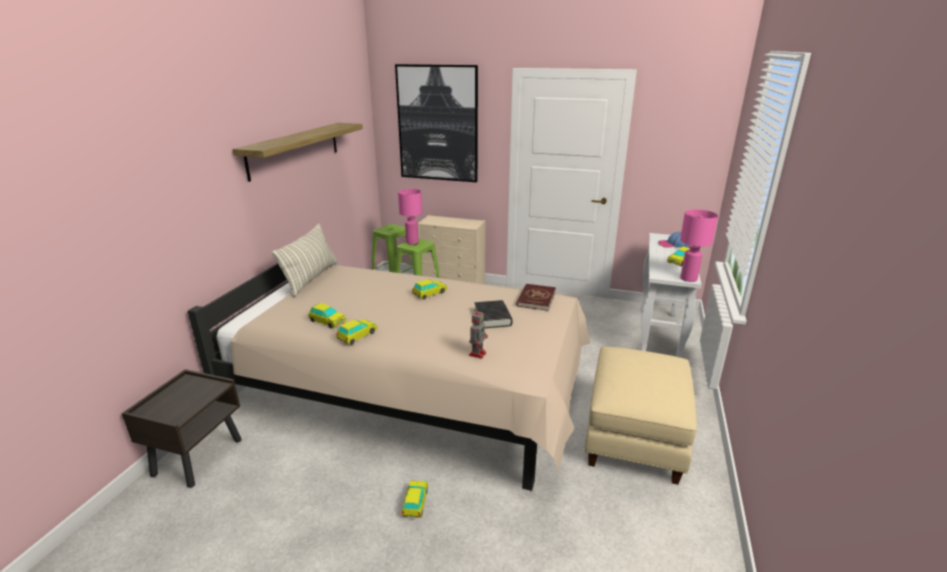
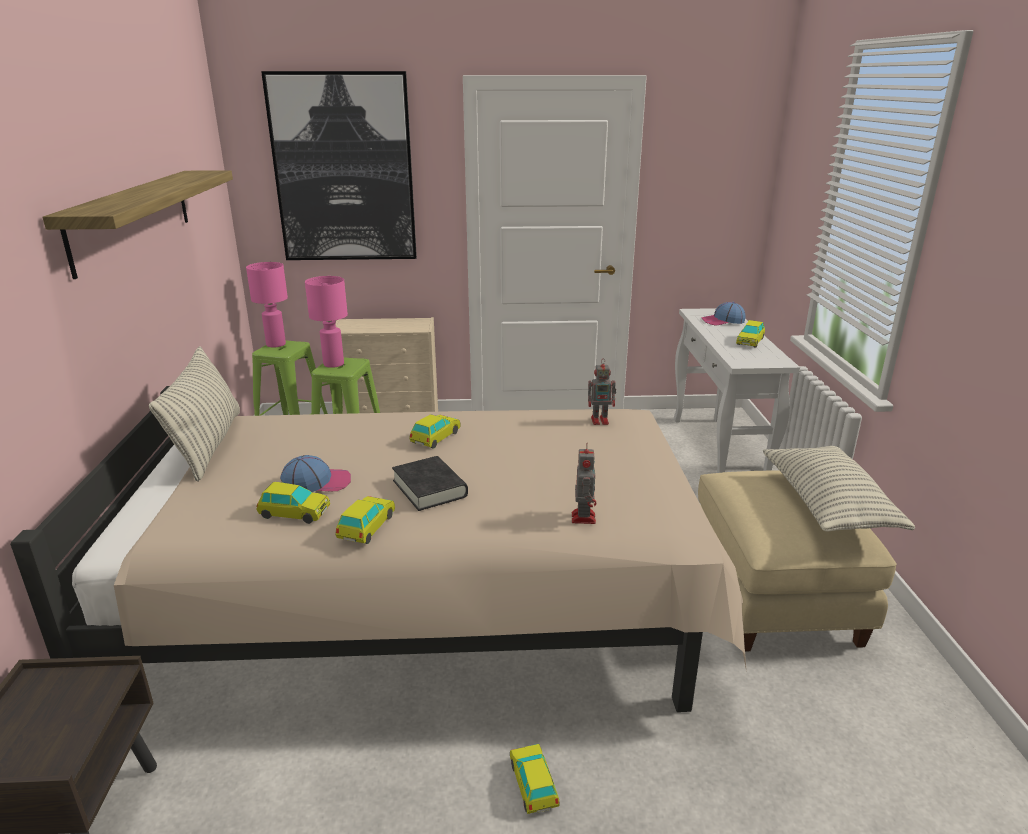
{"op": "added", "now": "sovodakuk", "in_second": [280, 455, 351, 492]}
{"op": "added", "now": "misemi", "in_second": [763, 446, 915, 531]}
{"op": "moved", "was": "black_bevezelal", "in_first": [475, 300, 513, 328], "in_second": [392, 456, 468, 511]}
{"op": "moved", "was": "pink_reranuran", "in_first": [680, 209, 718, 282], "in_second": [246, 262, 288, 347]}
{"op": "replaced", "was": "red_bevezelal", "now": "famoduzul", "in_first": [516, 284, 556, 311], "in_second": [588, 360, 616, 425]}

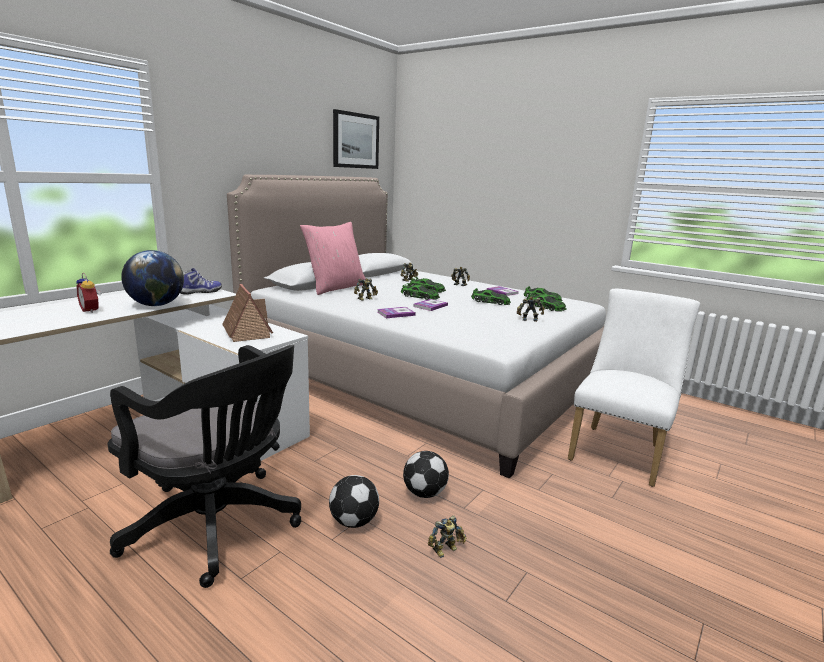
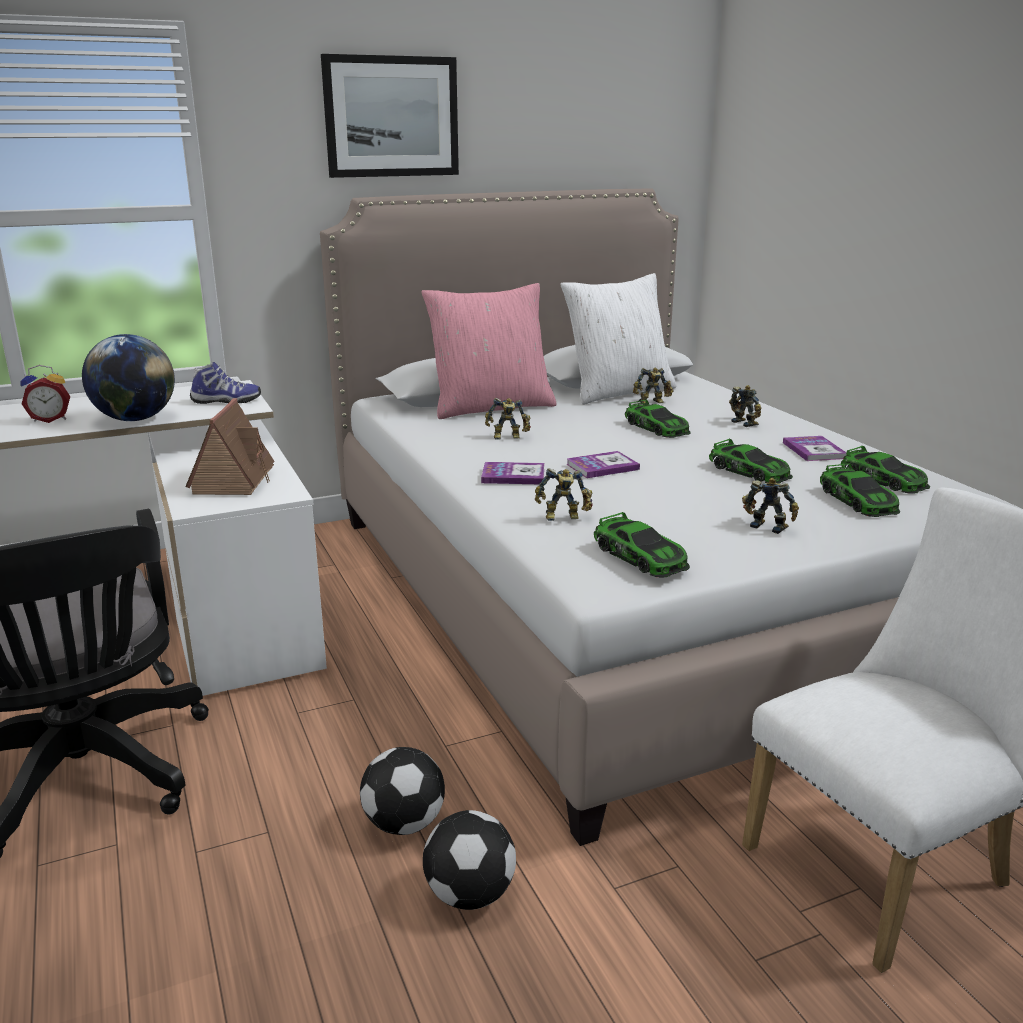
{"op": "added", "now": "white_misemi", "in_second": [560, 273, 676, 405]}
{"op": "moved", "was": "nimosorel", "in_first": [329, 475, 379, 528], "in_second": [423, 810, 516, 910]}
{"op": "moved", "was": "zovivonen", "in_first": [333, 109, 379, 169], "in_second": [321, 54, 459, 178]}
{"op": "moved", "was": "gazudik", "in_first": [401, 283, 440, 300], "in_second": [594, 512, 690, 577]}
{"op": "moved", "was": "famoduzul", "in_first": [428, 515, 467, 558], "in_second": [535, 468, 593, 521]}
{"op": "turned", "was": "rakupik", "in_first": [76, 273, 101, 313], "in_second": [20, 365, 70, 423], "clockwise": -90}

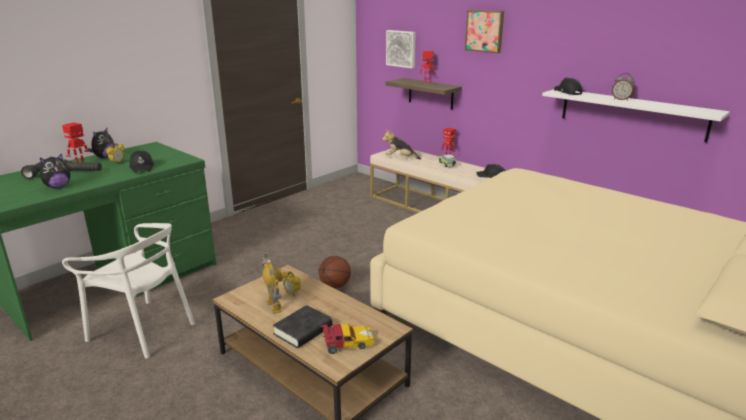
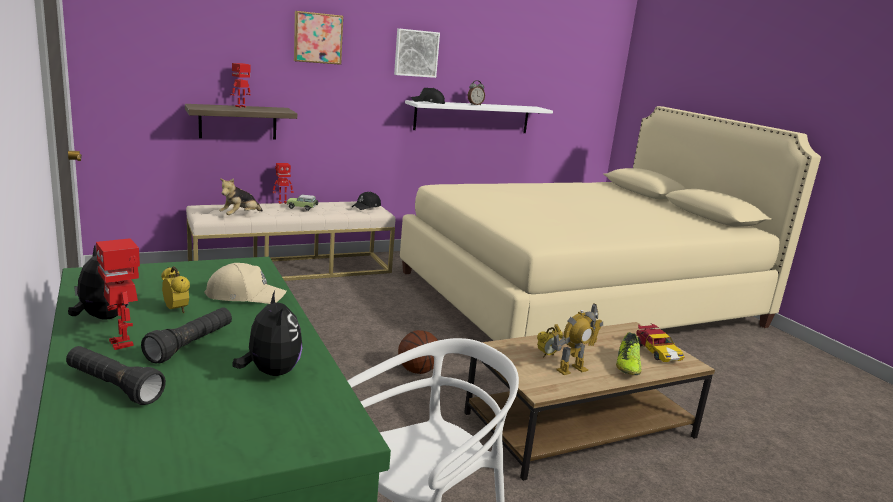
{"op": "moved", "was": "zovivonen", "in_first": [386, 30, 416, 68], "in_second": [394, 28, 440, 78]}
{"op": "replaced", "was": "black_bevezelal", "now": "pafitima", "in_first": [273, 305, 332, 348], "in_second": [616, 332, 641, 375]}
{"op": "recoloured", "was": "black_sovodakuk", "now": "beige_sovodakuk", "in_first": [130, 150, 154, 173], "in_second": [204, 263, 287, 304]}
{"op": "turned", "was": "famoduzul", "in_first": [262, 251, 282, 314], "in_second": [552, 303, 603, 375], "clockwise": 150}
{"op": "turned", "was": "gazudik", "in_first": [321, 324, 374, 354], "in_second": [636, 323, 684, 362], "clockwise": 150}

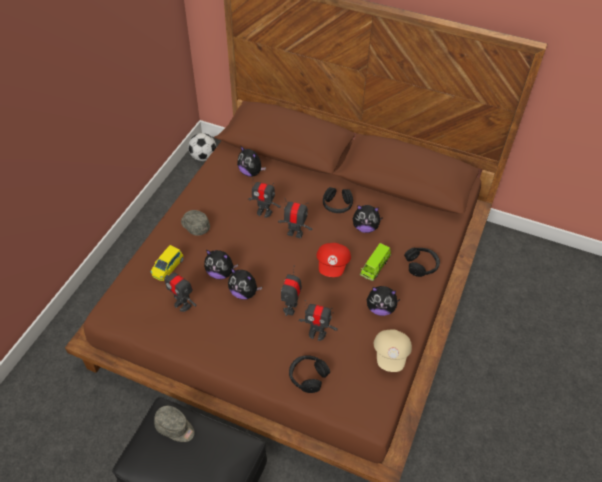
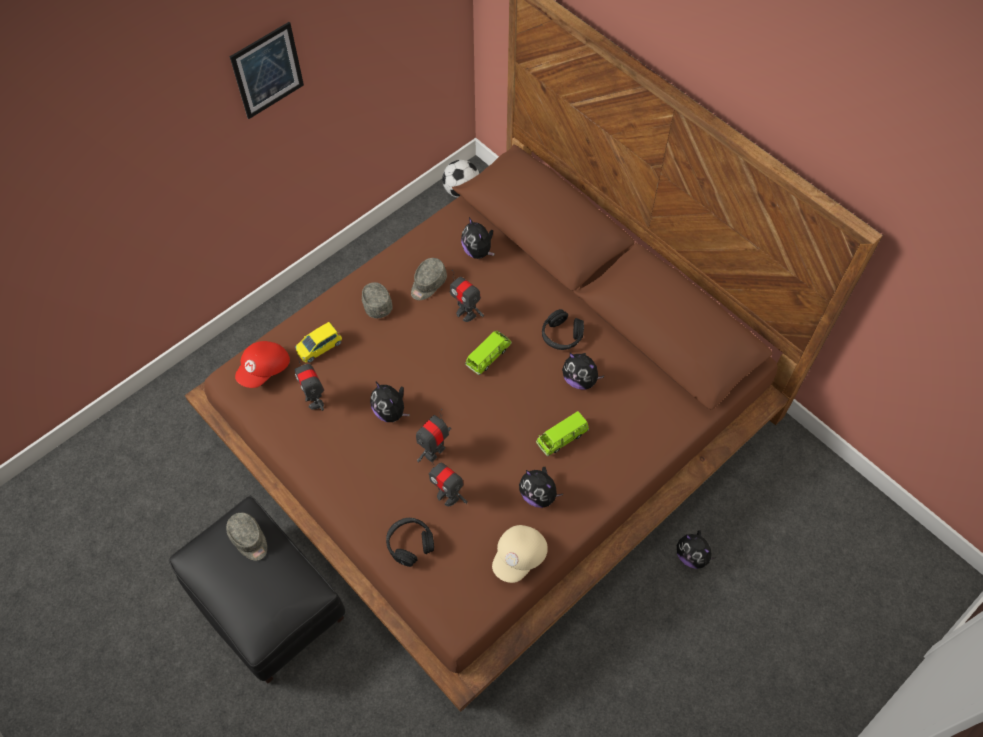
{"op": "removed", "was": "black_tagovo", "in_first": [404, 248, 440, 277]}
{"op": "added", "now": "zovivonen", "in_second": [230, 22, 304, 119]}
{"op": "added", "now": "grey_sovodakuk", "in_second": [411, 258, 447, 300]}
{"op": "moved", "was": "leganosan", "in_first": [204, 250, 238, 280], "in_second": [677, 531, 717, 569]}
{"op": "moved", "was": "red_sovodakuk", "in_first": [316, 243, 351, 277], "in_second": [235, 341, 290, 388]}
{"op": "replaced", "was": "famoduzul", "now": "green_gazudik", "in_first": [278, 198, 312, 238], "in_second": [465, 330, 512, 375]}

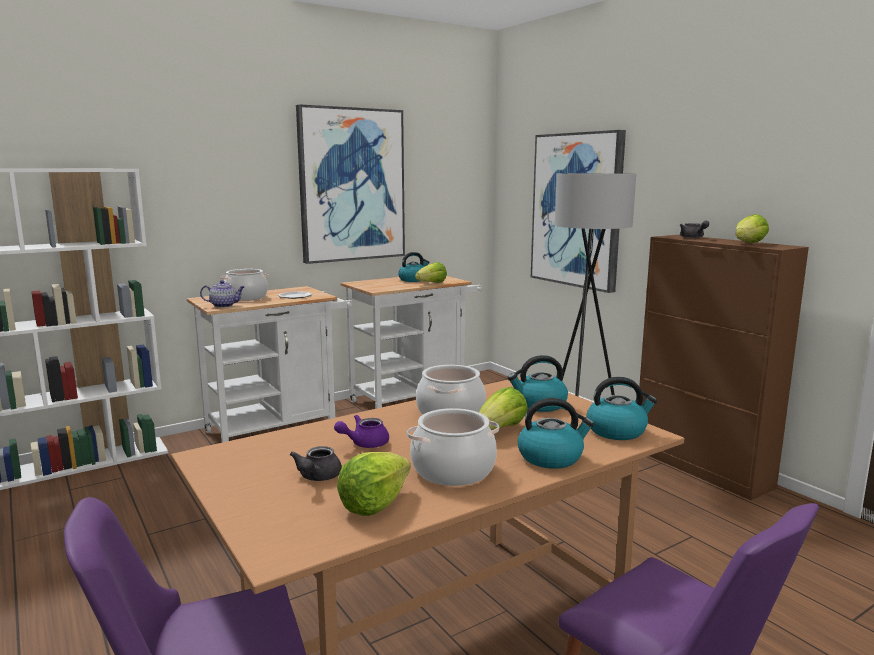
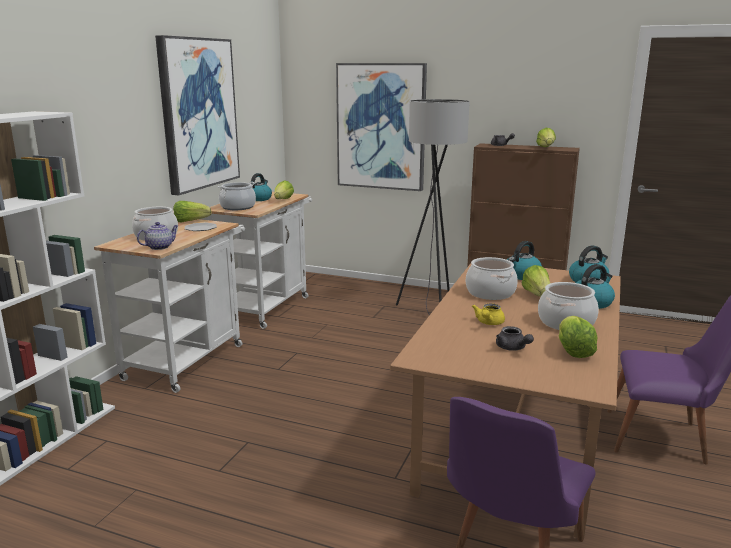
{"op": "added", "now": "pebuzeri", "in_second": [173, 201, 212, 223]}
{"op": "added", "now": "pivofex", "in_second": [217, 182, 256, 210]}
{"op": "recoloured", "was": "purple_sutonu", "now": "yellow_sutonu", "in_first": [334, 415, 389, 448], "in_second": [472, 303, 505, 325]}

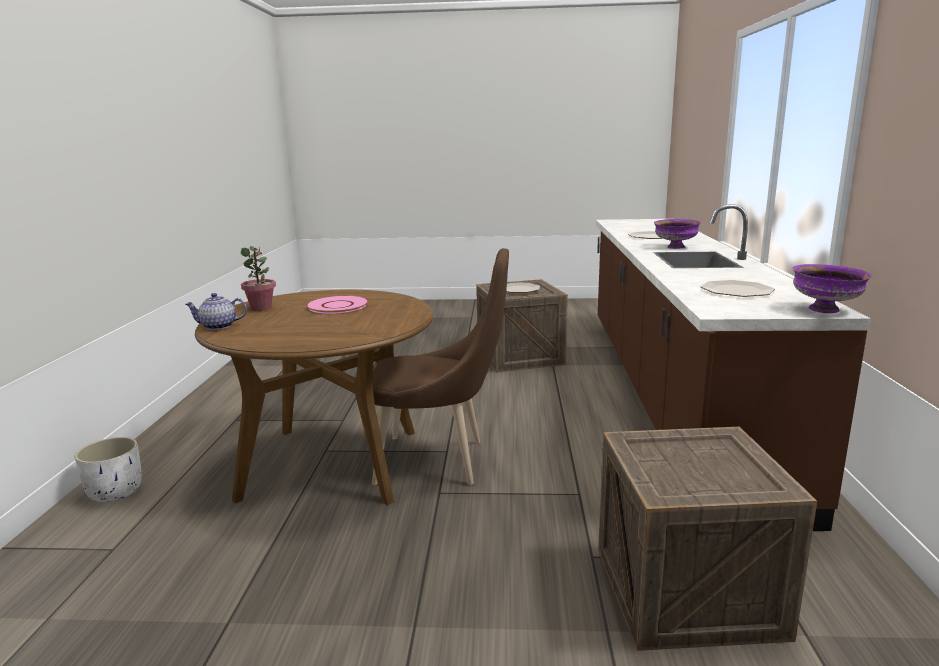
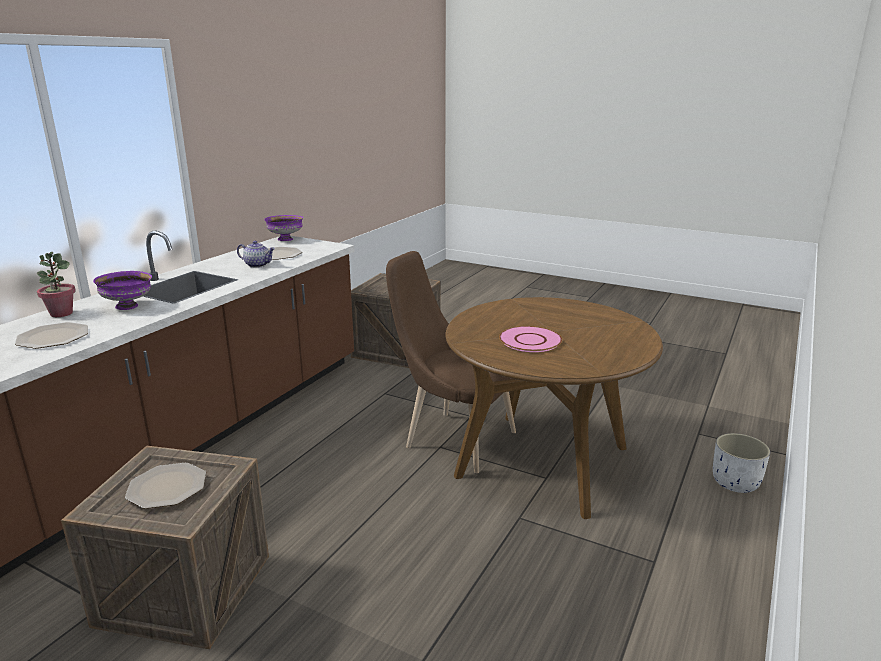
{"op": "moved", "was": "sutonu", "in_first": [185, 293, 247, 330], "in_second": [237, 241, 275, 268]}
{"op": "moved", "was": "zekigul", "in_first": [241, 246, 276, 311], "in_second": [37, 252, 76, 317]}

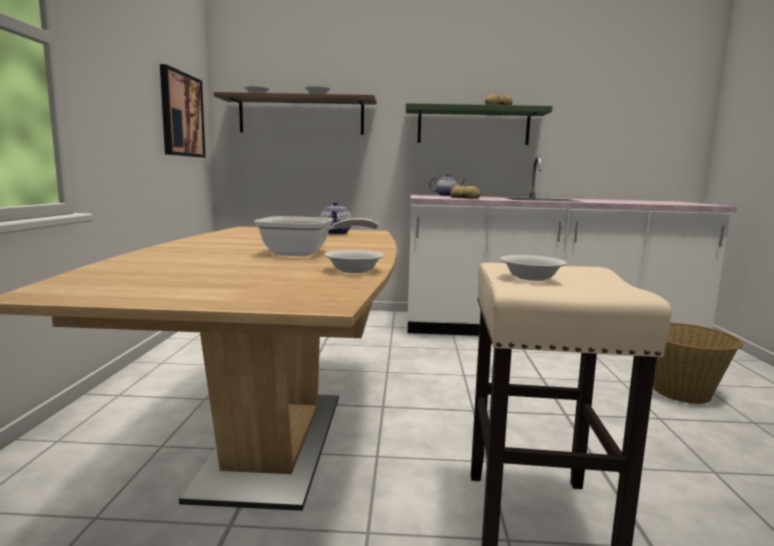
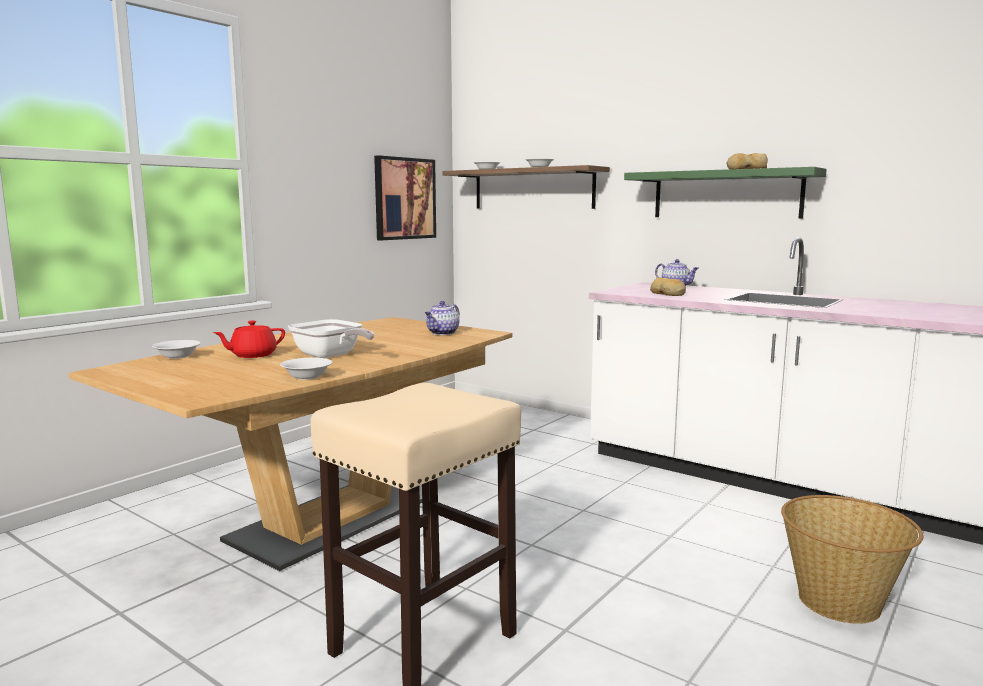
{"op": "added", "now": "red_sutonu", "in_second": [213, 321, 285, 358]}
{"op": "moved", "was": "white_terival", "in_first": [500, 255, 567, 281], "in_second": [152, 340, 201, 359]}

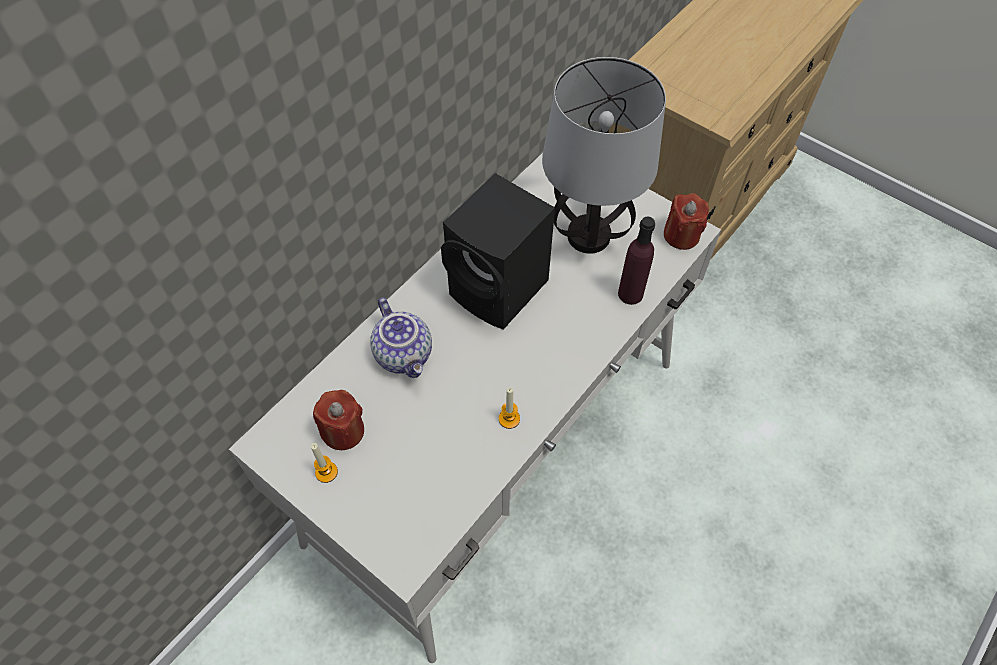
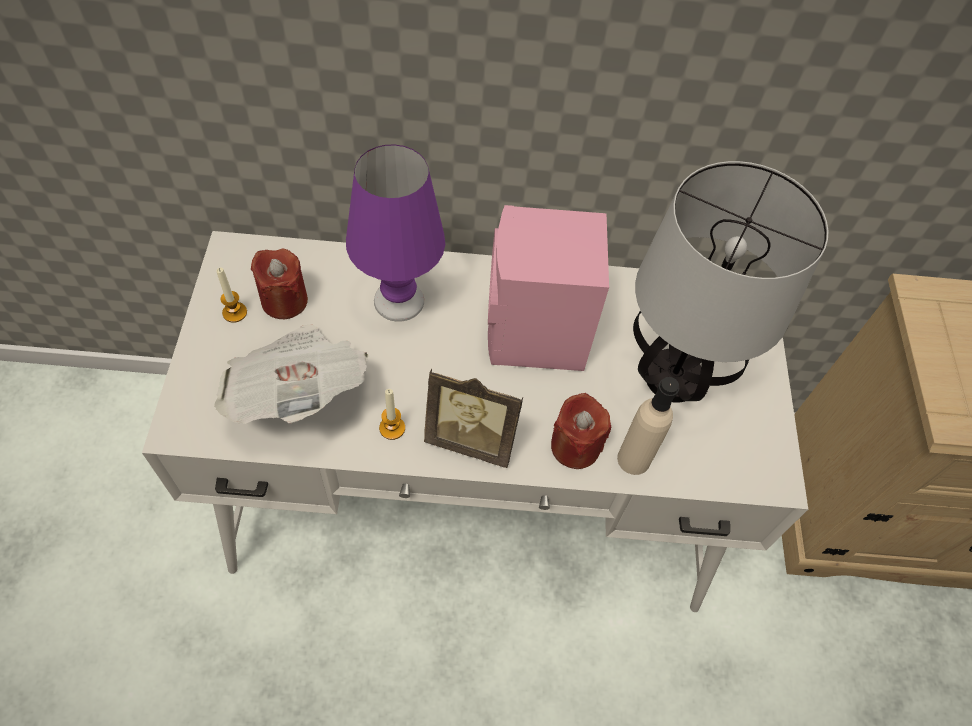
{"op": "added", "now": "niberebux", "in_second": [214, 324, 369, 424]}
{"op": "added", "now": "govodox", "in_second": [424, 368, 523, 468]}
{"op": "moved", "was": "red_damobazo", "in_first": [664, 193, 709, 250], "in_second": [551, 393, 611, 469]}
{"op": "replaced", "was": "sutonu", "now": "purple_reranuran", "in_first": [370, 298, 432, 378], "in_second": [346, 144, 445, 322]}
{"op": "recoloured", "was": "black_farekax", "now": "pink_farekax", "in_first": [441, 173, 555, 330], "in_second": [488, 205, 609, 371]}
{"op": "recoloured", "was": "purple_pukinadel", "now": "beige_pukinadel", "in_first": [618, 217, 655, 305], "in_second": [617, 377, 679, 475]}

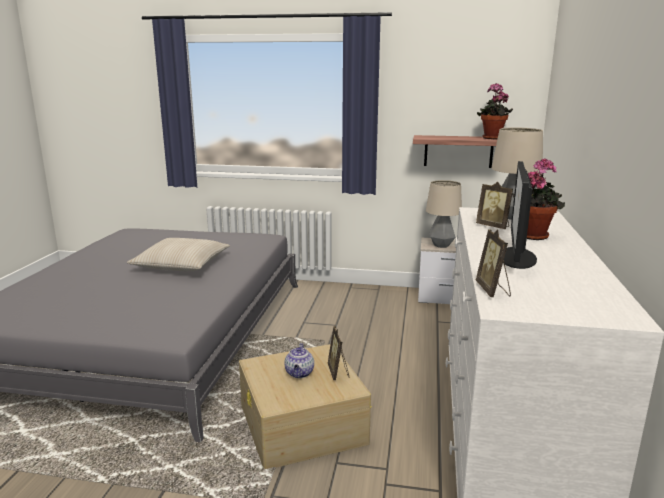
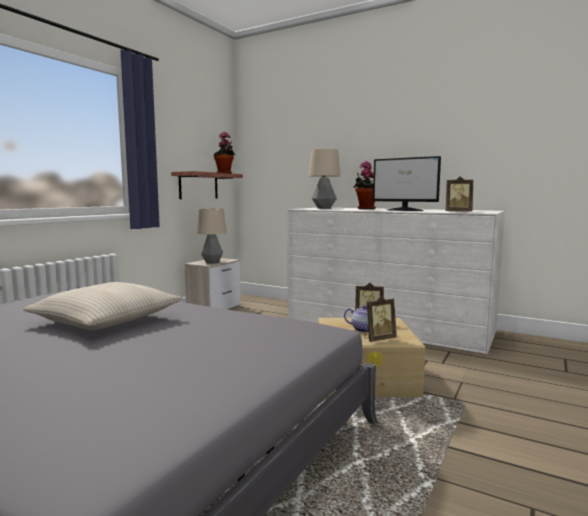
{"op": "moved", "was": "govodox", "in_first": [476, 182, 513, 229], "in_second": [365, 296, 397, 342]}

